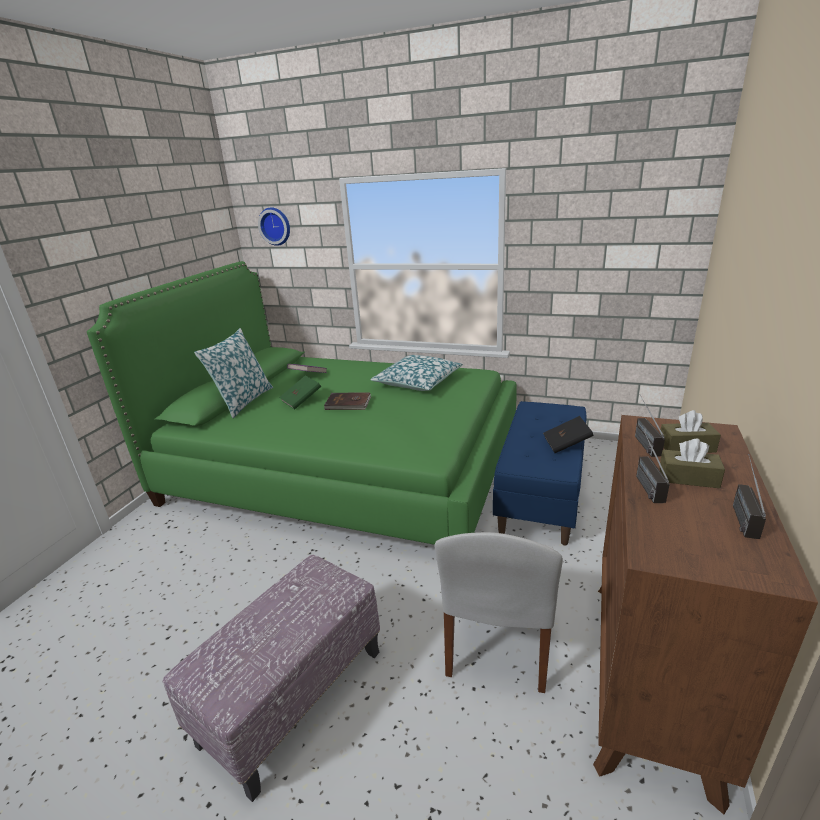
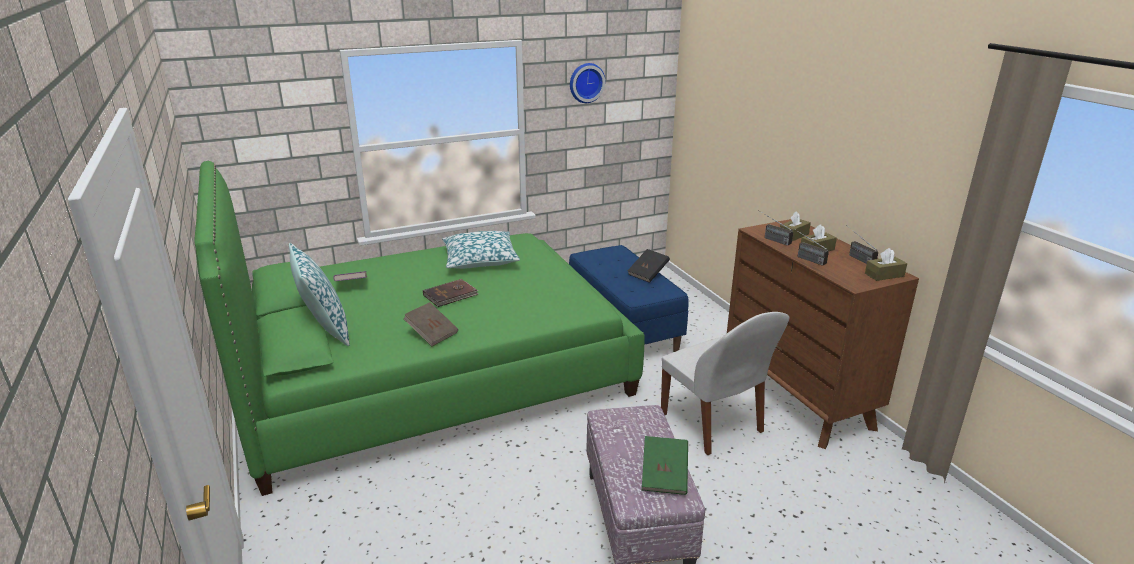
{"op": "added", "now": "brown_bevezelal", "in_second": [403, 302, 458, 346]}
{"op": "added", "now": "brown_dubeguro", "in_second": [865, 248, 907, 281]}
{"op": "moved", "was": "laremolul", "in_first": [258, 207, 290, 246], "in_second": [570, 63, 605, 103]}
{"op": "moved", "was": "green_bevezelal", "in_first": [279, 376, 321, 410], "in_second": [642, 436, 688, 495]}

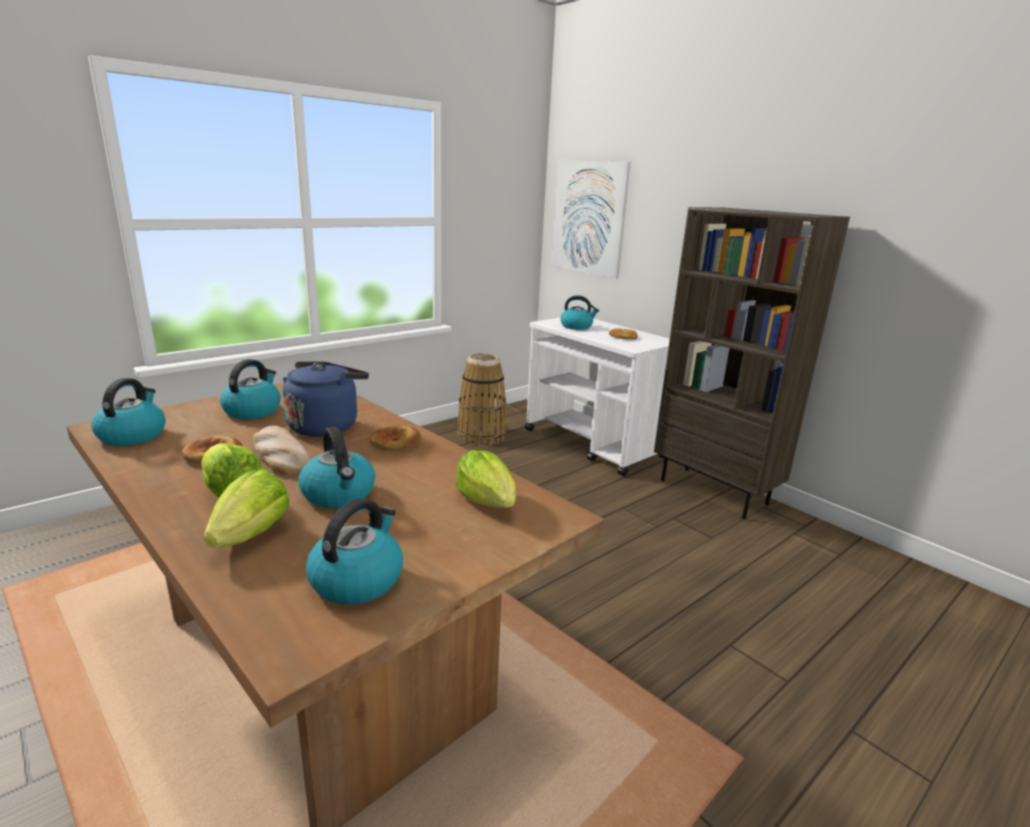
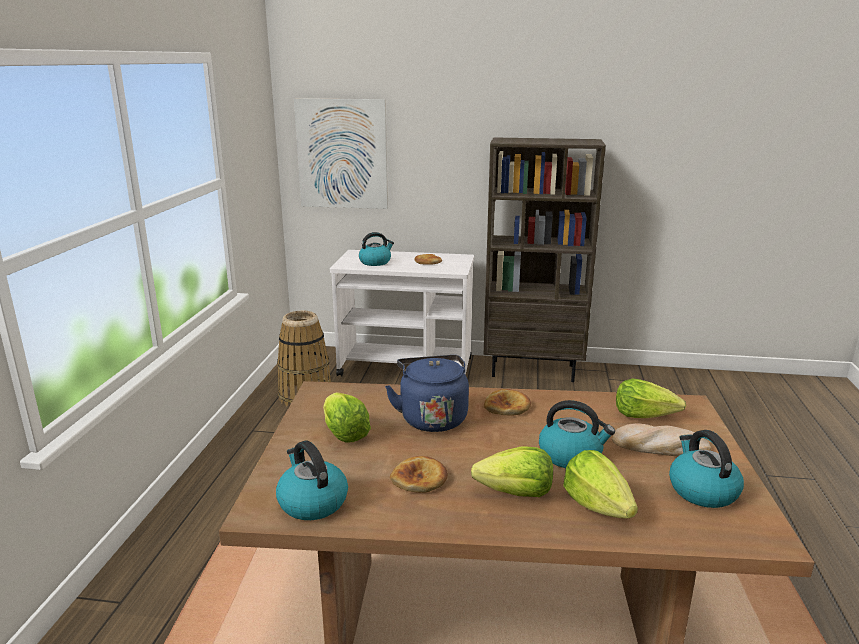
{"op": "moved", "was": "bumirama", "in_first": [253, 426, 310, 475], "in_second": [612, 423, 711, 456]}
{"op": "replaced", "was": "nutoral", "now": "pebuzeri", "in_first": [220, 359, 281, 419], "in_second": [323, 392, 371, 442]}

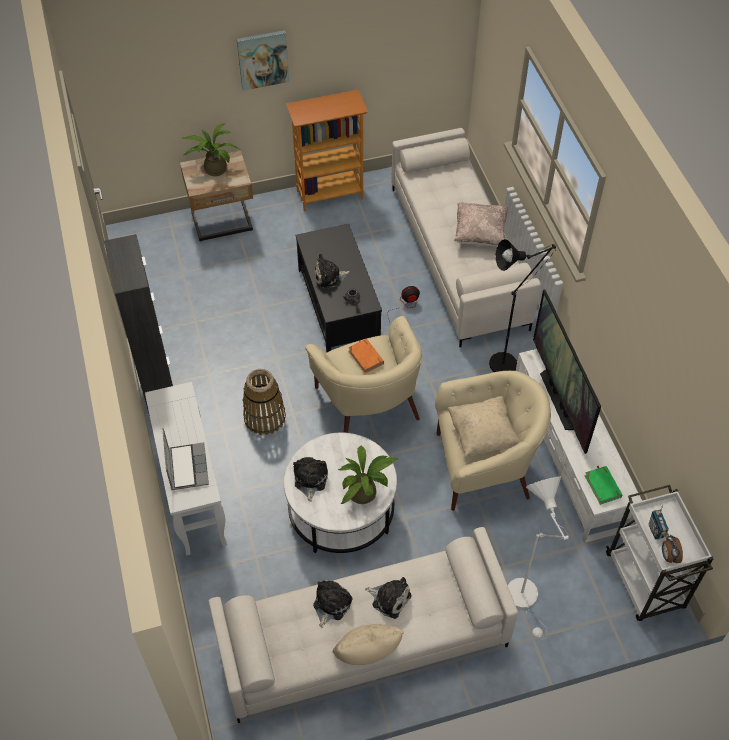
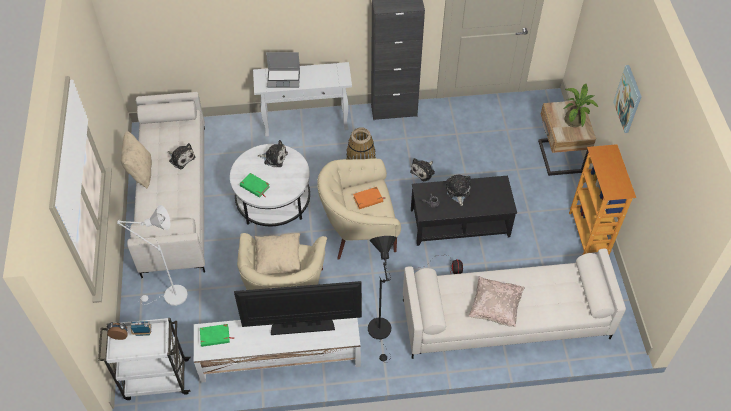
{"op": "moved", "was": "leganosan", "in_first": [365, 577, 411, 619], "in_second": [410, 158, 435, 181]}
{"op": "replaced", "was": "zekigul", "now": "green_bevezelal", "in_first": [338, 445, 397, 504], "in_second": [240, 173, 270, 198]}

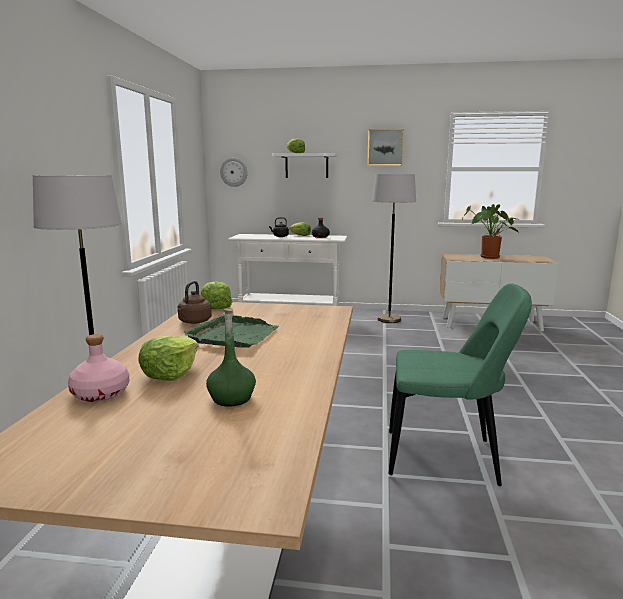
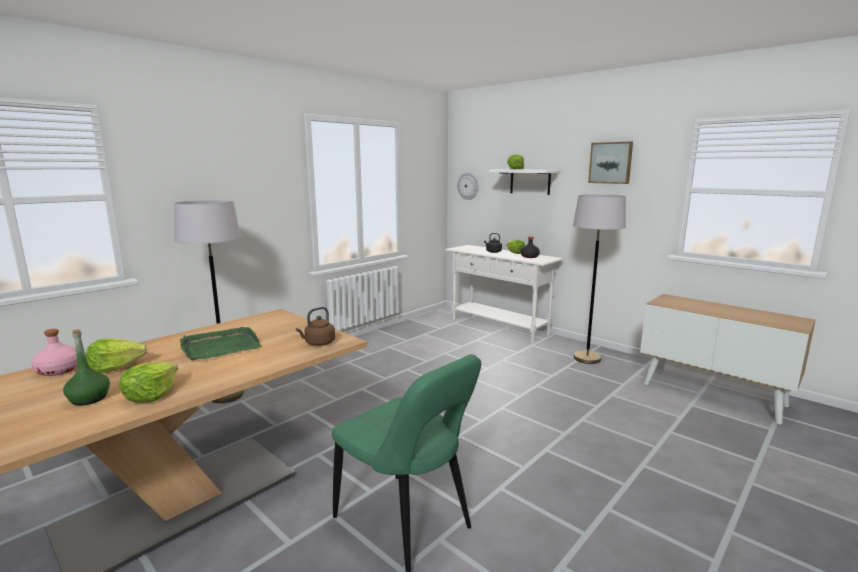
{"op": "removed", "was": "zekigul", "in_first": [462, 204, 519, 259]}
{"op": "moved", "was": "brown_nutoral", "in_first": [177, 281, 212, 324], "in_second": [296, 307, 335, 346]}
{"op": "moved", "was": "pebuzeri", "in_first": [200, 281, 232, 310], "in_second": [119, 362, 178, 402]}

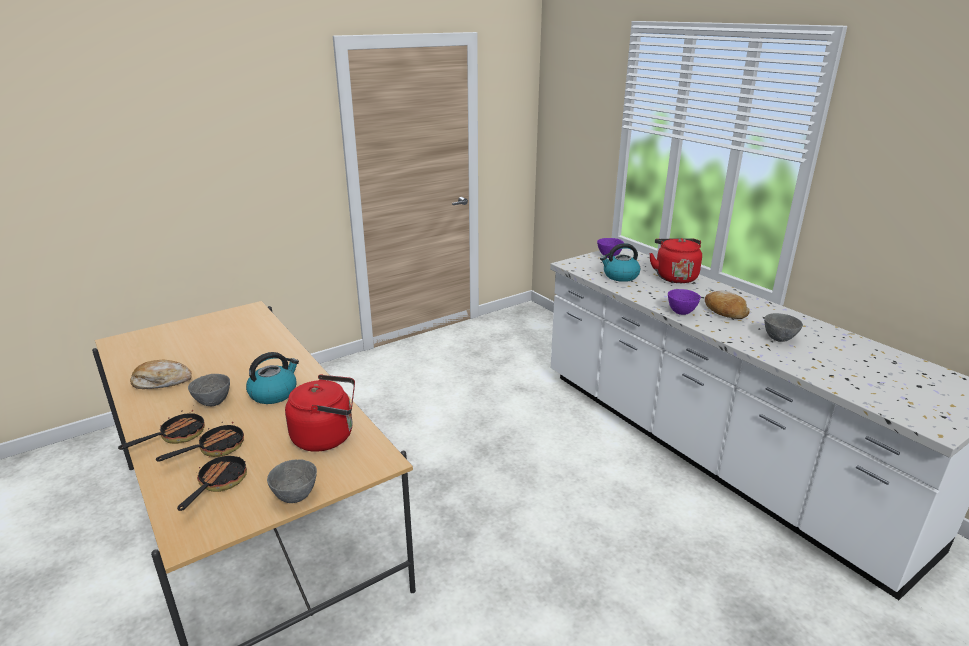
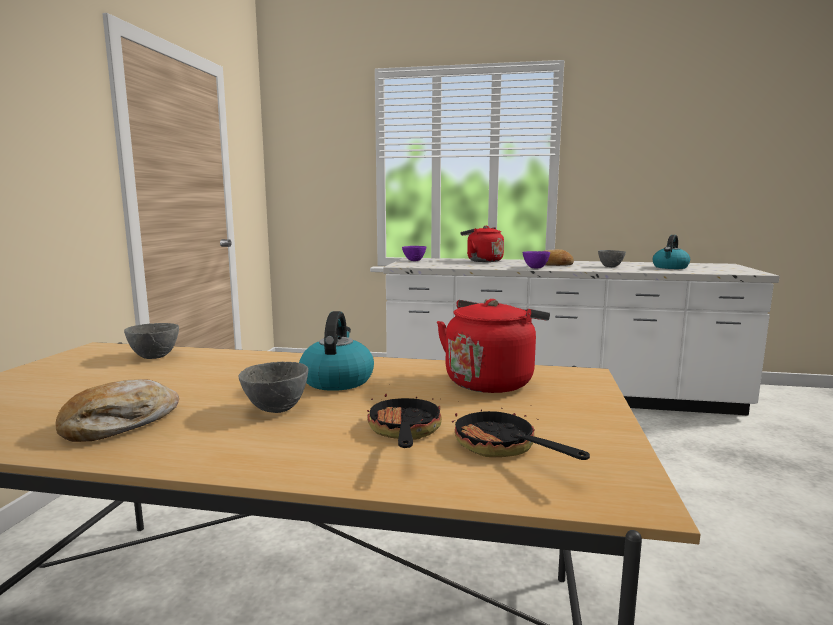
{"op": "removed", "was": "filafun", "in_first": [118, 405, 205, 450]}
{"op": "moved", "was": "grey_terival", "in_first": [267, 459, 317, 503], "in_second": [124, 323, 179, 359]}
{"op": "moved", "was": "nutoral", "in_first": [600, 243, 640, 282], "in_second": [653, 235, 690, 269]}

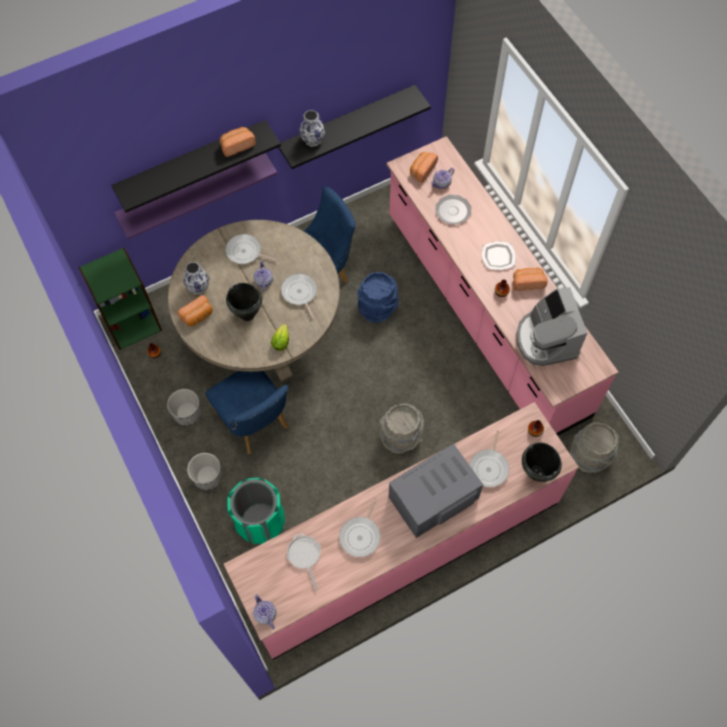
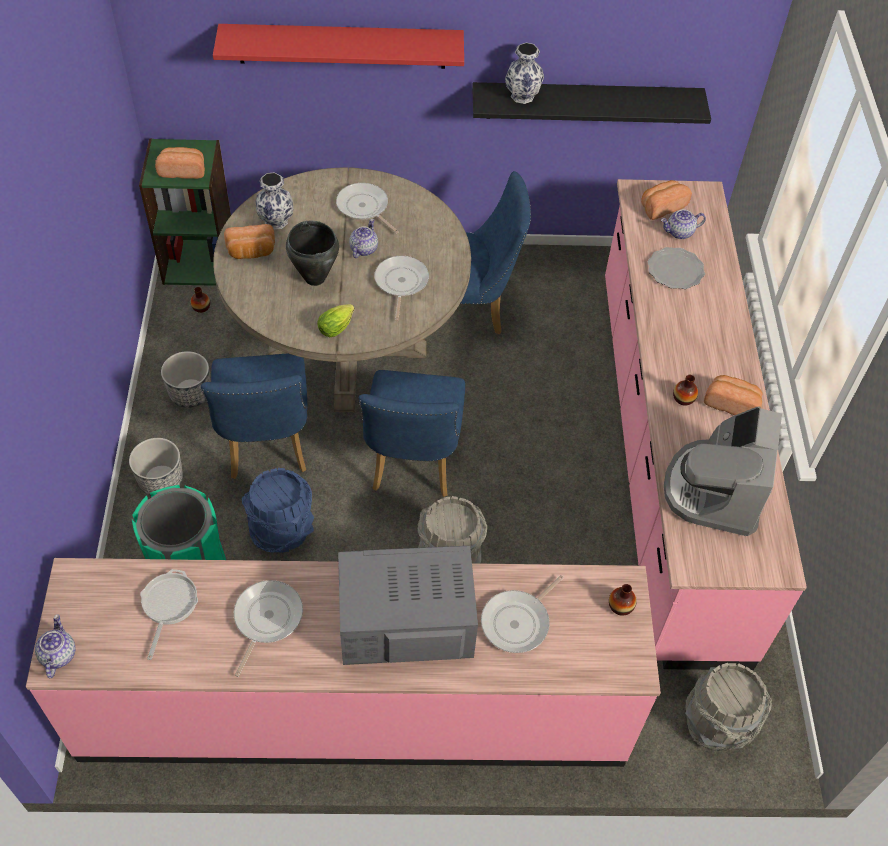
{"op": "removed", "was": "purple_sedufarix", "in_first": [114, 153, 277, 239]}
{"op": "removed", "was": "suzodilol", "in_first": [482, 241, 516, 270]}
{"op": "removed", "was": "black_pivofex", "in_first": [522, 442, 562, 482]}
{"op": "added", "now": "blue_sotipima", "in_second": [359, 370, 465, 497]}
{"op": "moved", "was": "bumirama", "in_first": [220, 127, 256, 157], "in_second": [155, 147, 205, 179]}
{"op": "moved", "was": "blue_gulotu", "in_first": [357, 272, 399, 323], "in_second": [242, 468, 314, 553]}
{"op": "recoloured", "was": "black_sedufarix", "now": "red_sedufarix", "in_first": [112, 120, 281, 213], "in_second": [213, 24, 464, 69]}
{"op": "turned", "was": "filafun", "in_first": [339, 498, 380, 557], "in_second": [234, 580, 303, 677], "clockwise": 150}

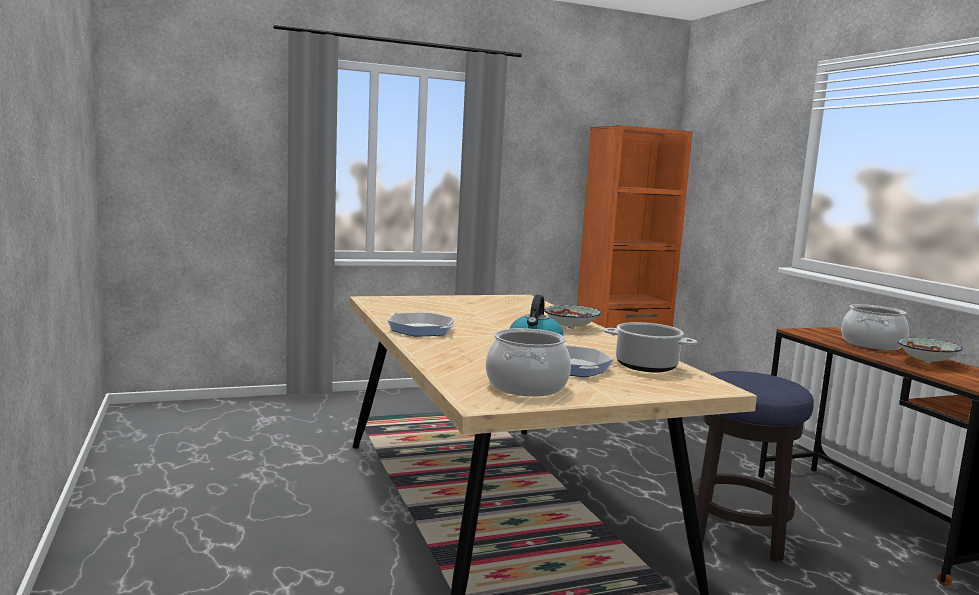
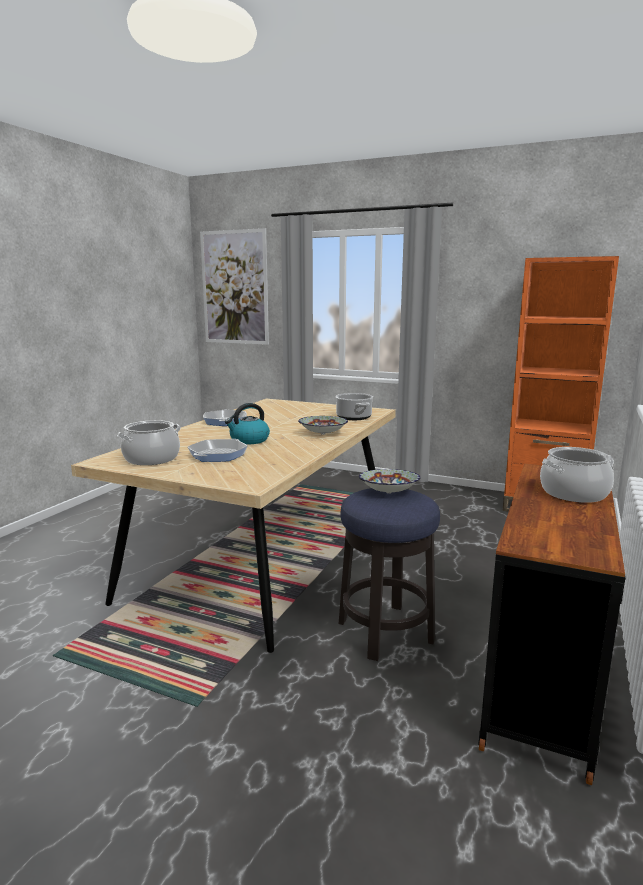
{"op": "added", "now": "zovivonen", "in_second": [200, 228, 269, 345]}
{"op": "moved", "was": "pivofex", "in_first": [603, 322, 697, 373], "in_second": [336, 393, 373, 420]}
{"op": "moved", "was": "terival", "in_first": [898, 338, 963, 364], "in_second": [359, 469, 421, 494]}

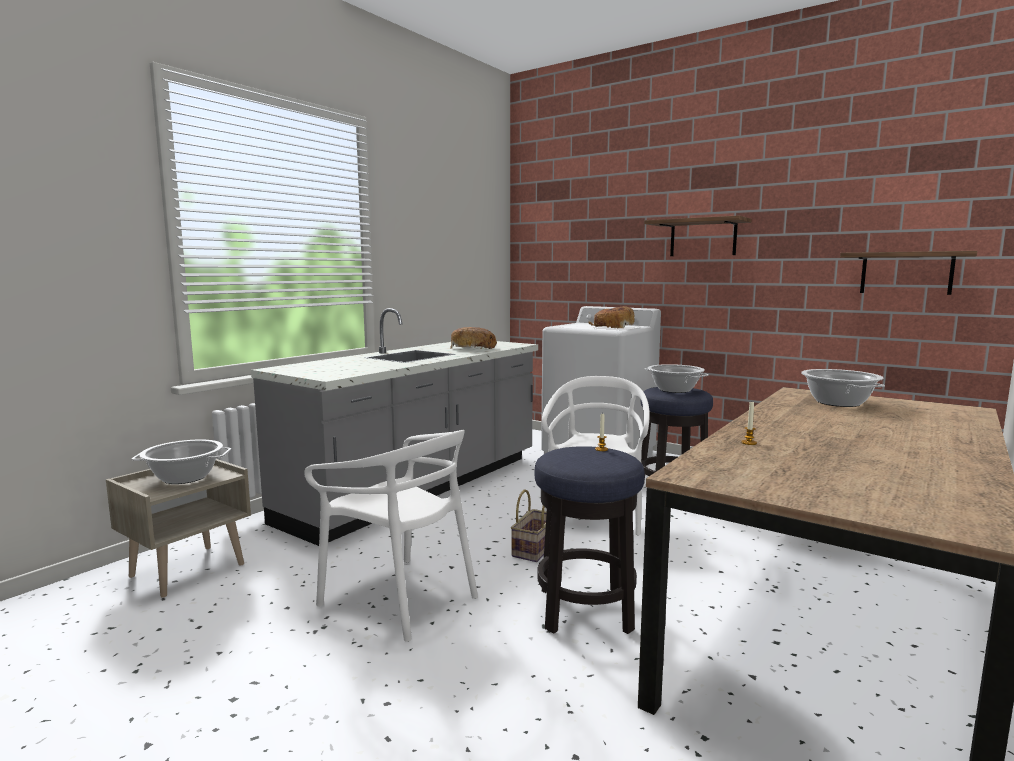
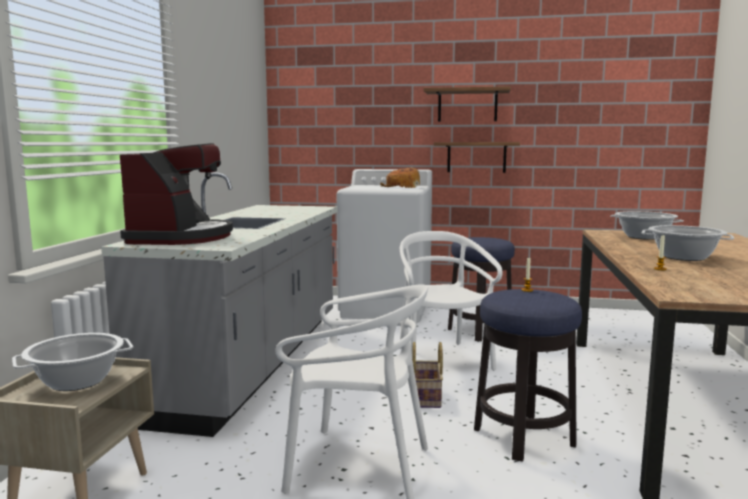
{"op": "removed", "was": "bumirama", "in_first": [450, 327, 497, 350]}
{"op": "added", "now": "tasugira", "in_second": [120, 143, 233, 245]}
{"op": "moved", "was": "pivofex", "in_first": [644, 364, 709, 393], "in_second": [642, 225, 734, 261]}
{"op": "moved", "was": "sedufarix", "in_first": [840, 251, 978, 295], "in_second": [434, 142, 520, 173]}

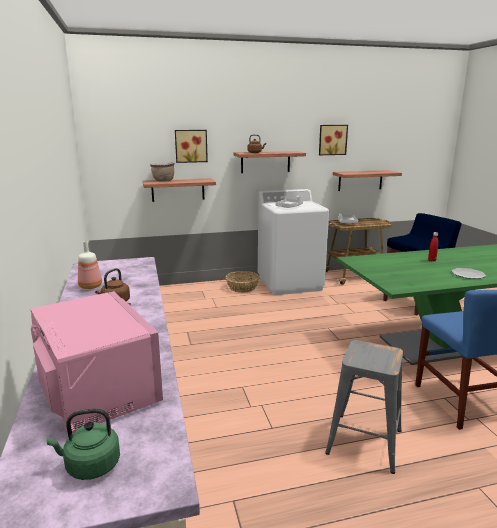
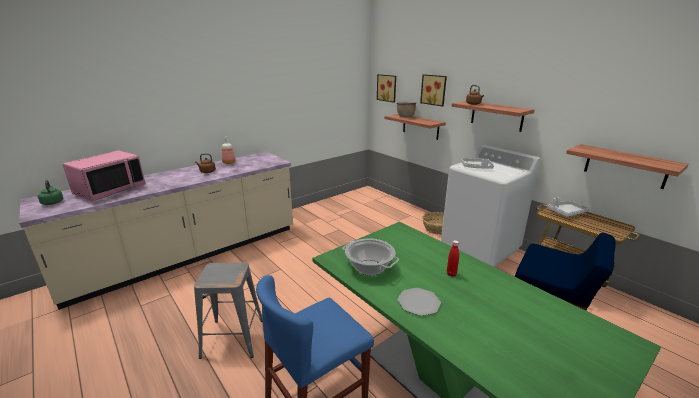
{"op": "added", "now": "pivofex", "in_second": [342, 238, 399, 275]}
{"op": "moved", "was": "zovivonen", "in_first": [319, 125, 348, 155], "in_second": [377, 74, 396, 103]}

